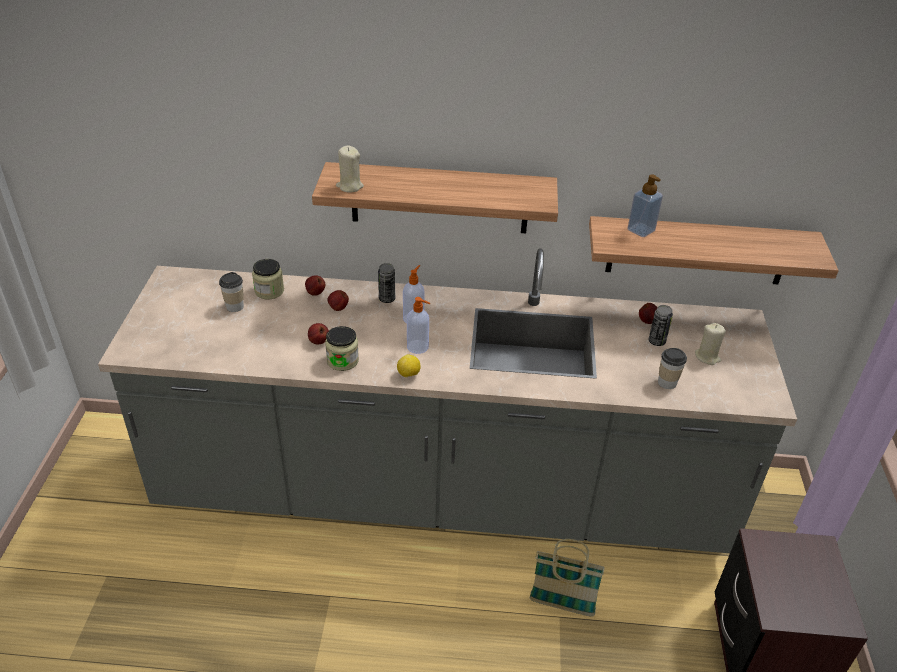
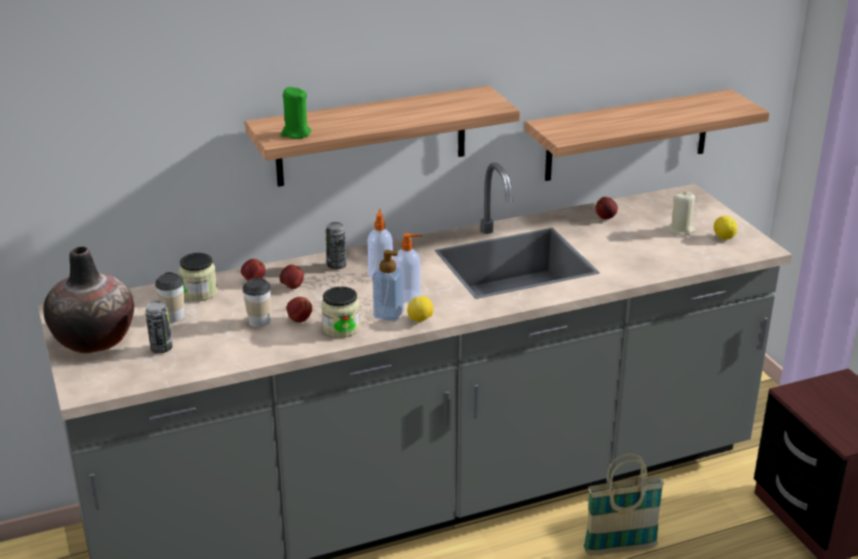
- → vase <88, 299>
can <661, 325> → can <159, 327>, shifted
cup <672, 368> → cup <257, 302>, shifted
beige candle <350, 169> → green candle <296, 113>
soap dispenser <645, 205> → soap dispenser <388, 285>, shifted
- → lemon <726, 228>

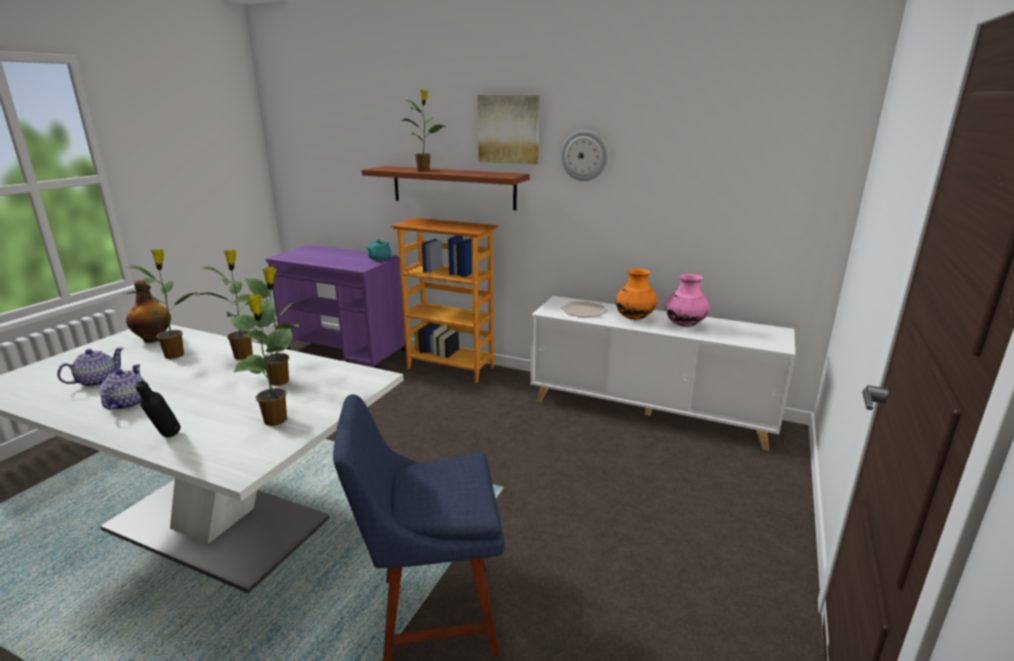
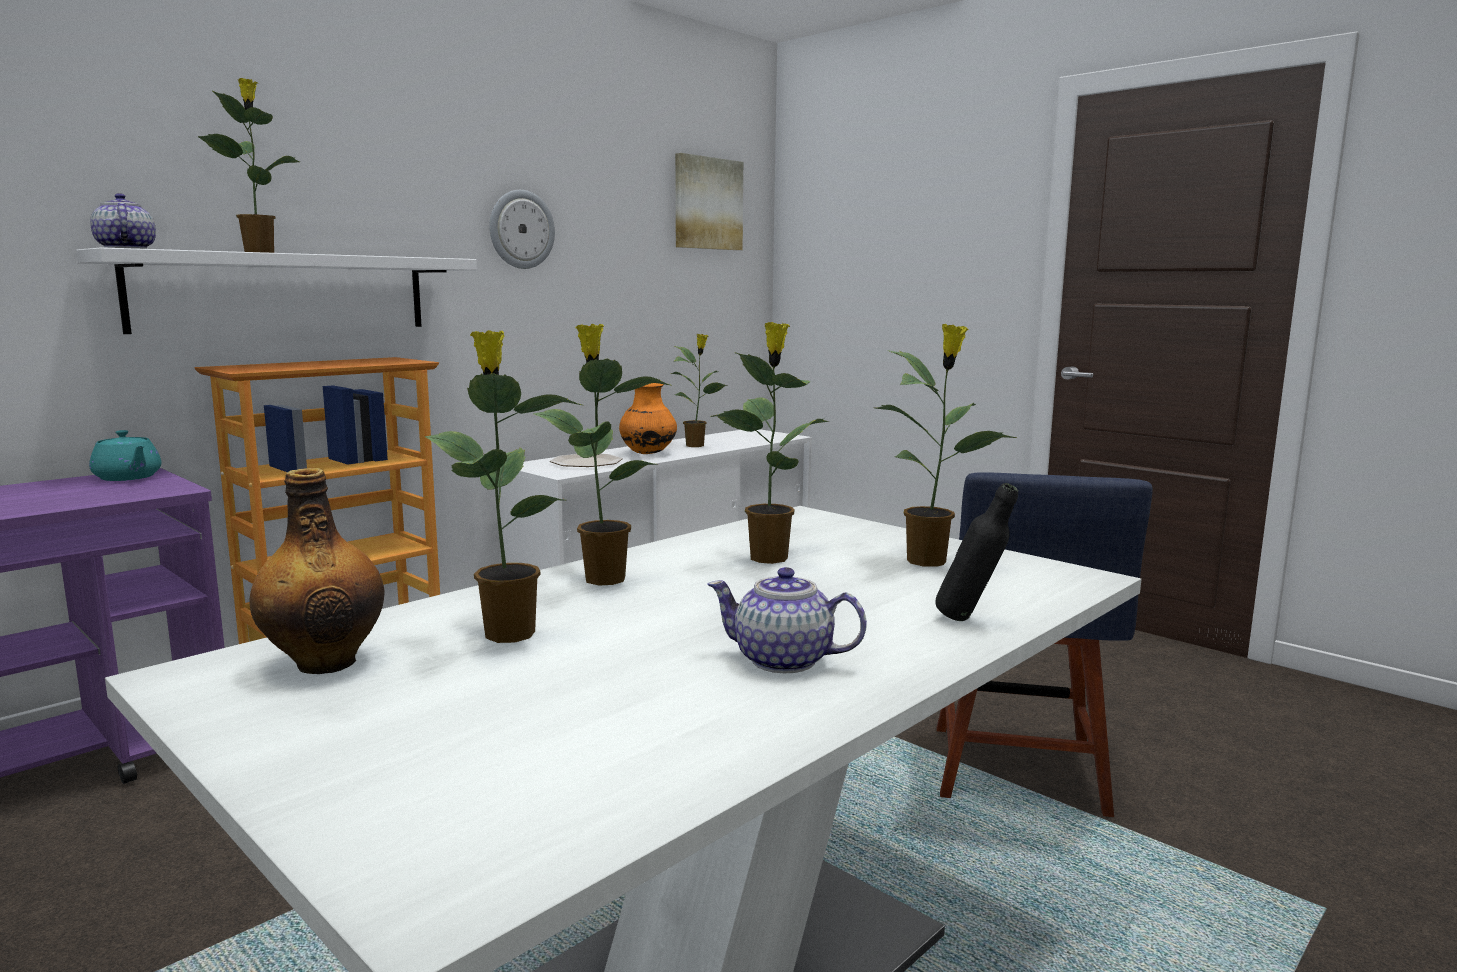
brown shelf <445, 188> → white shelf <276, 290>
teapot <90, 367> → teapot <123, 221>, shifted
pink vase <687, 300> → potted plant <699, 390>
picture <508, 129> → picture <709, 201>, shifted

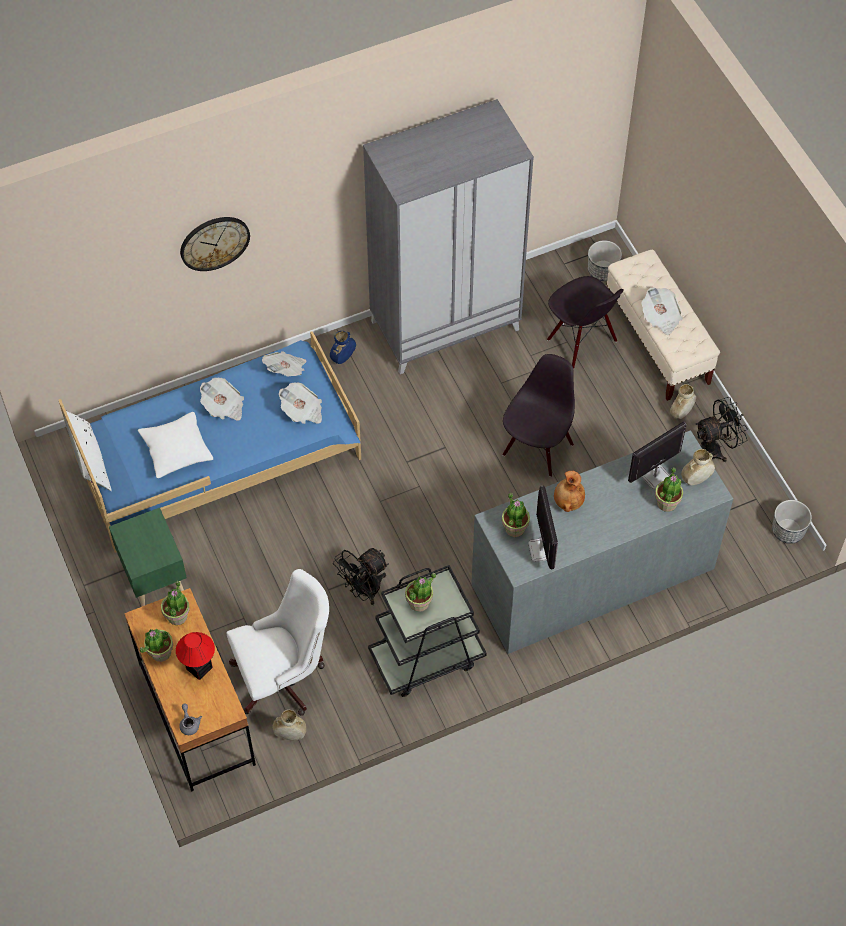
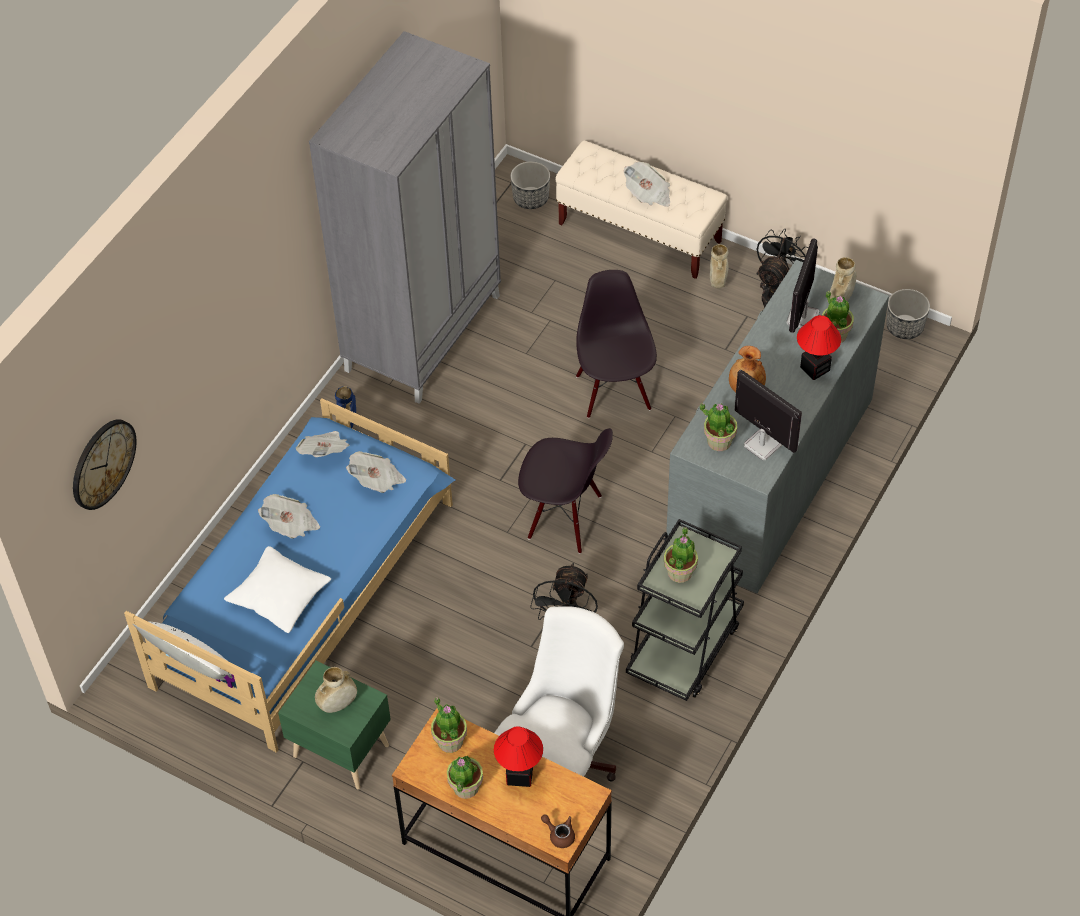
wall clock <215, 244> → wall clock <104, 464>, shifted
beige vase <289, 725> → beige vase <336, 690>, shifted
black chair <585, 322> → black chair <565, 491>, shifted
grey teapot <190, 719> → brown teapot <558, 831>
- → table lamp <819, 347>

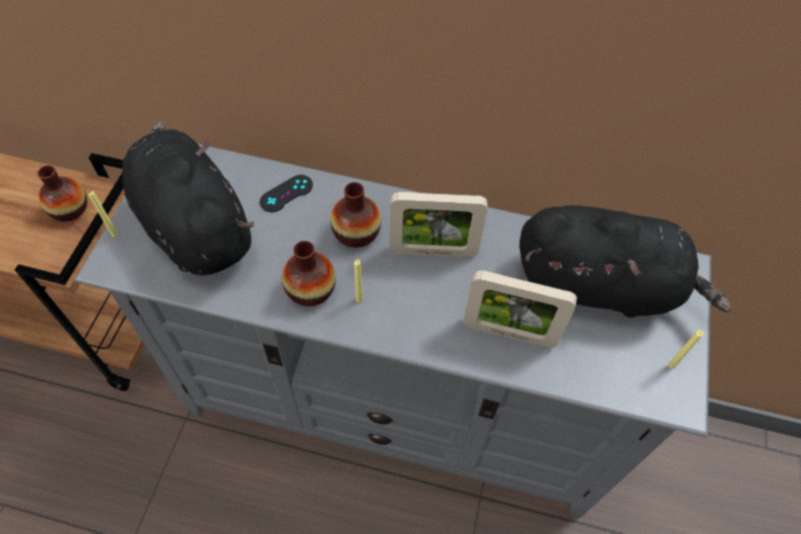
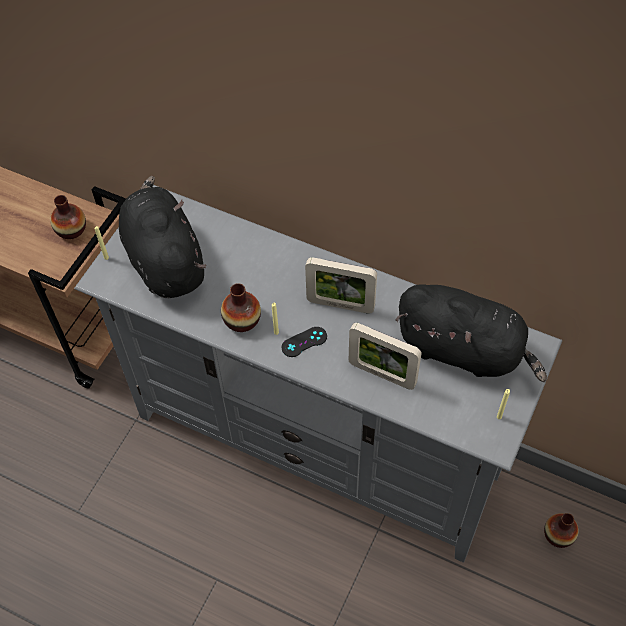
black game controller <286, 193> → black game controller <304, 342>, shifted
vase <355, 215> → vase <561, 530>, shifted

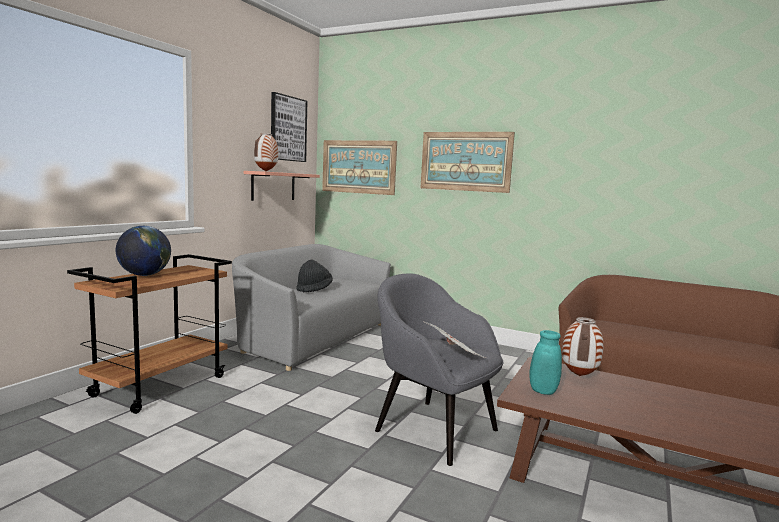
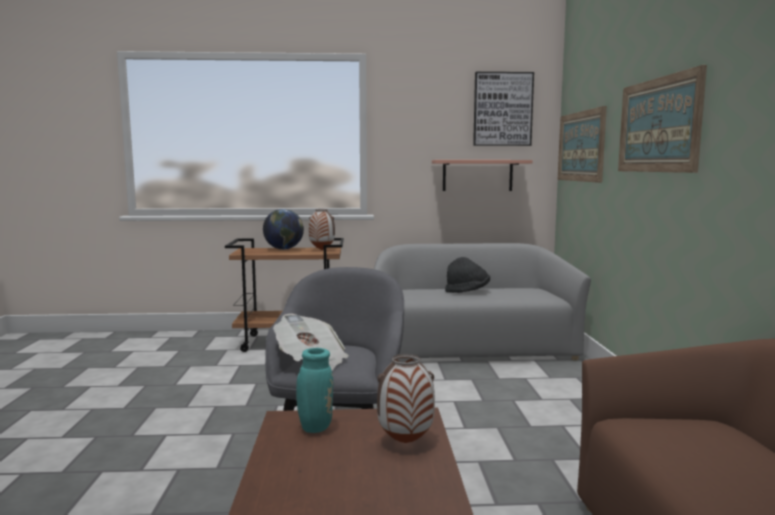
vase <266, 152> → vase <321, 229>, shifted

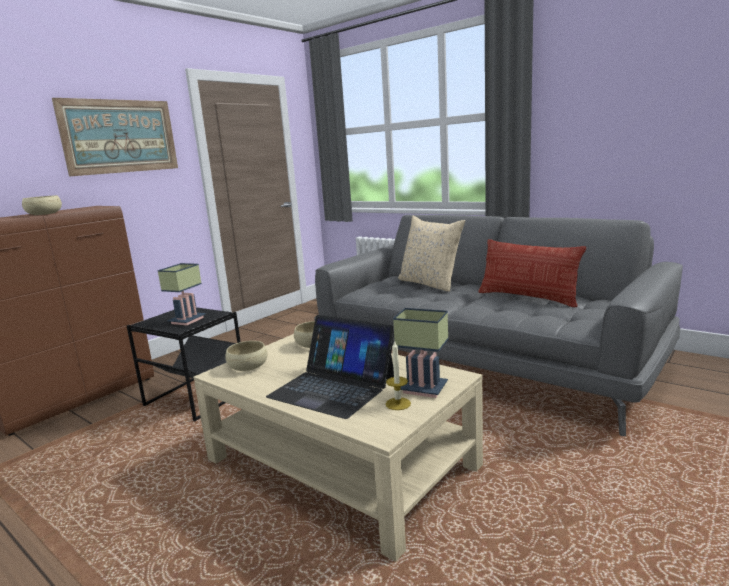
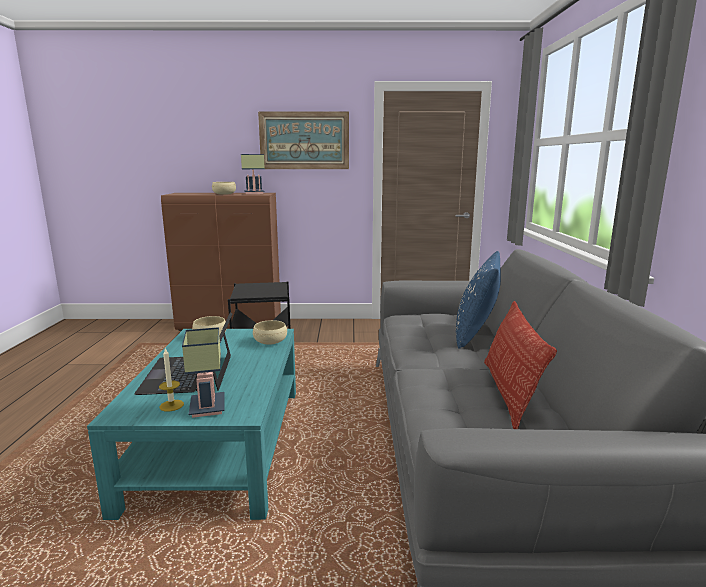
beige coffee table <338, 448> → turquoise coffee table <191, 424>
table lamp <181, 294> → table lamp <253, 174>, shifted
beige pillow <431, 253> → blue pillow <478, 300>

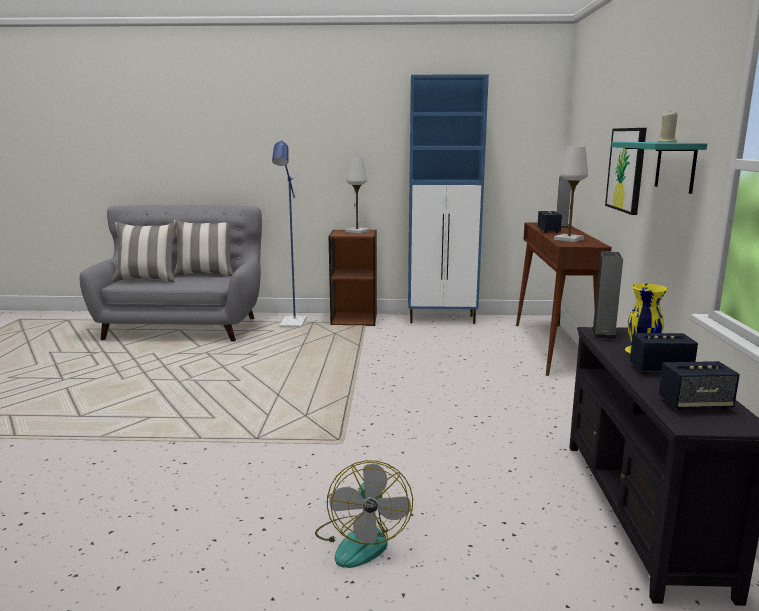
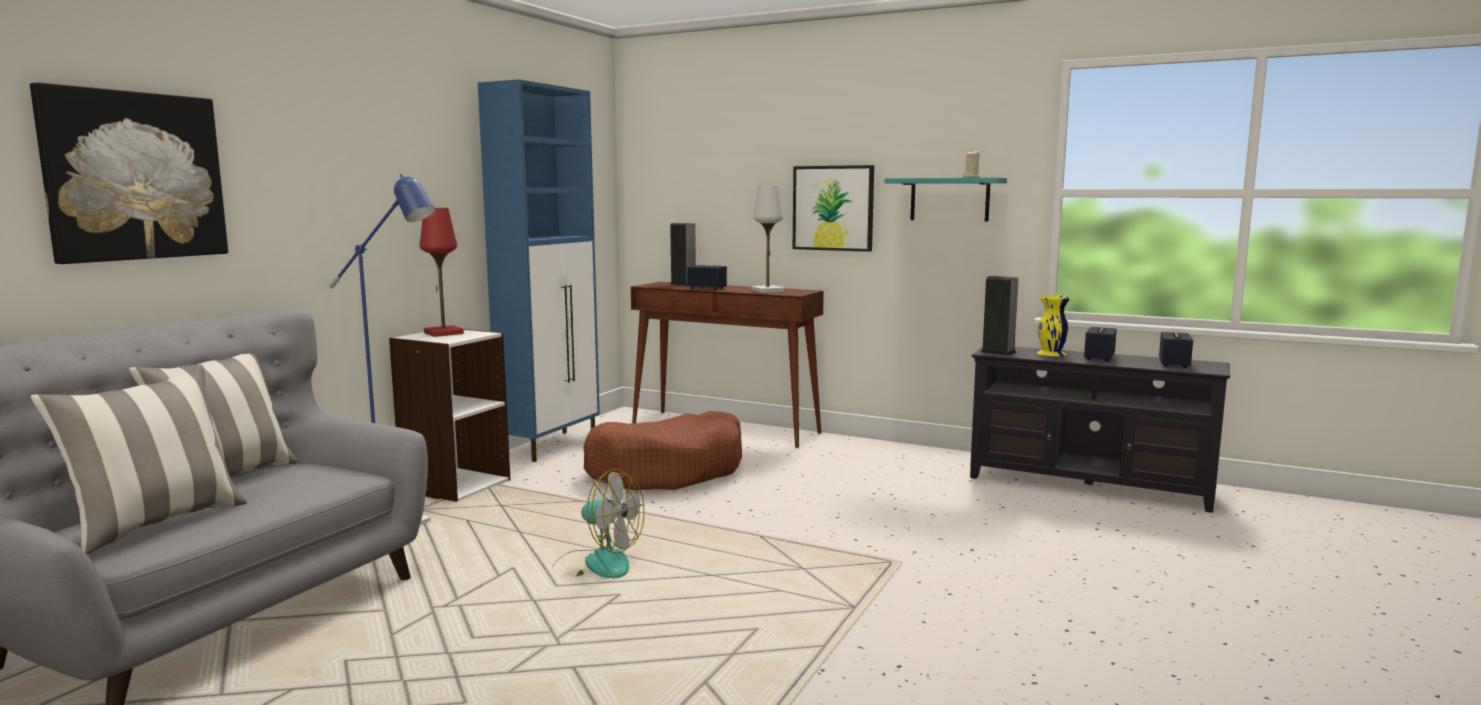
- → picture <129, 173>
brown bookcase <353, 277> → white bookcase <449, 415>
white table lamp <357, 196> → red table lamp <442, 272>
fan <364, 514> → fan <598, 523>, shifted
- → brown dog bed <662, 450>

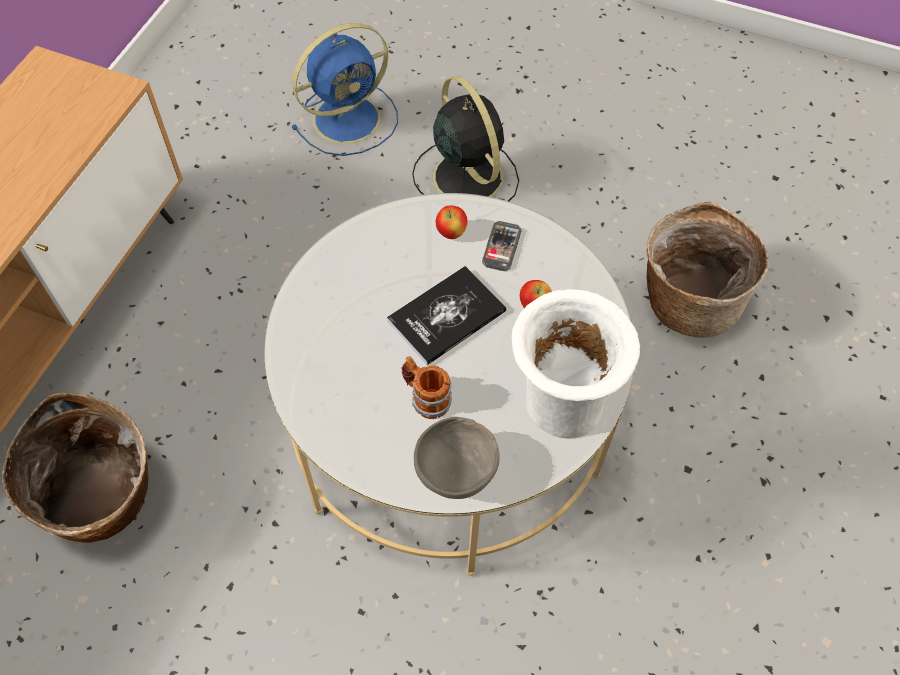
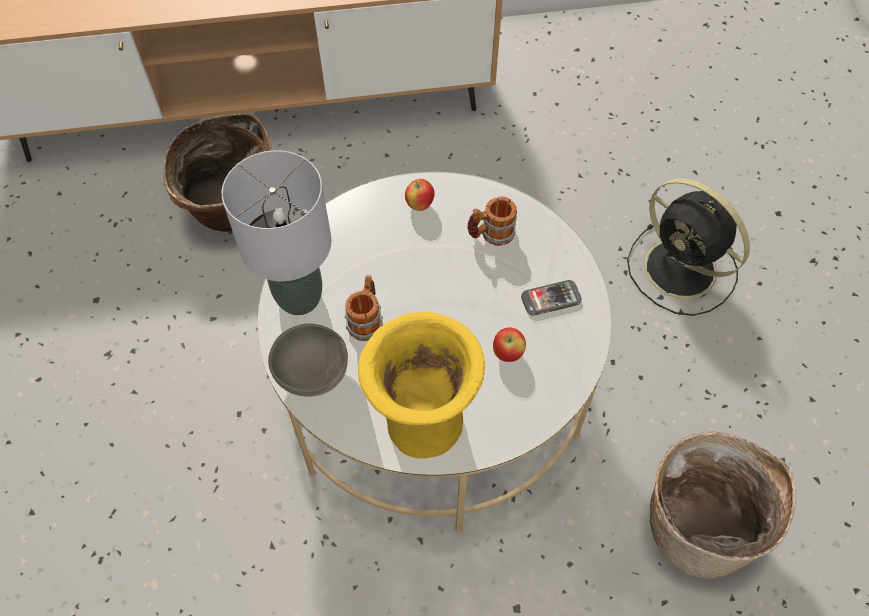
- → grey table lamp <276, 232>
white vase <576, 363> → yellow vase <421, 385>
apple <452, 222> → apple <420, 195>, shifted
- → mug <492, 221>
black fan <465, 138> → black fan <688, 247>, 105 degrees clockwise
blue fan <344, 89> → -
book <446, 315> → -

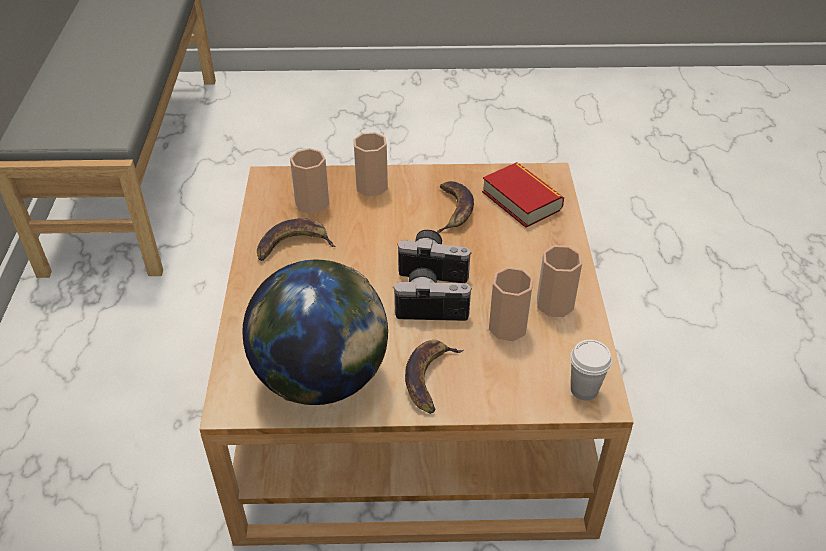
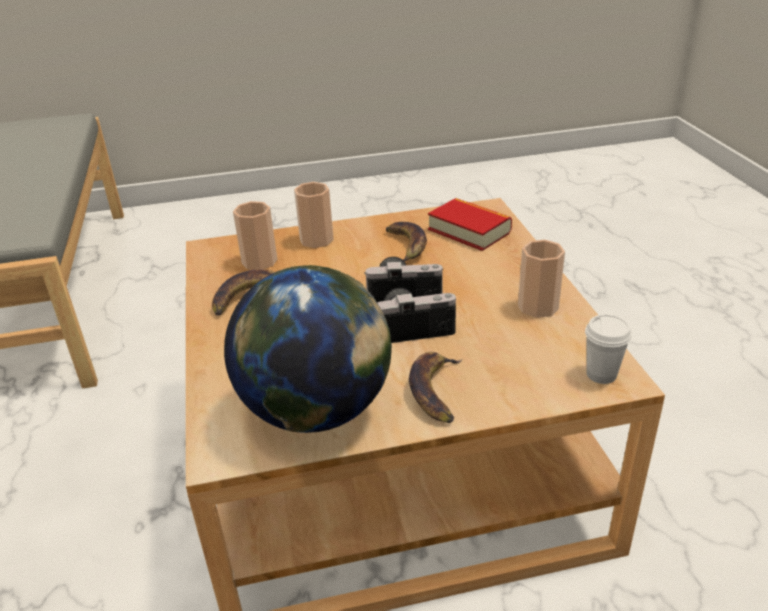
cup <511, 304> → -

